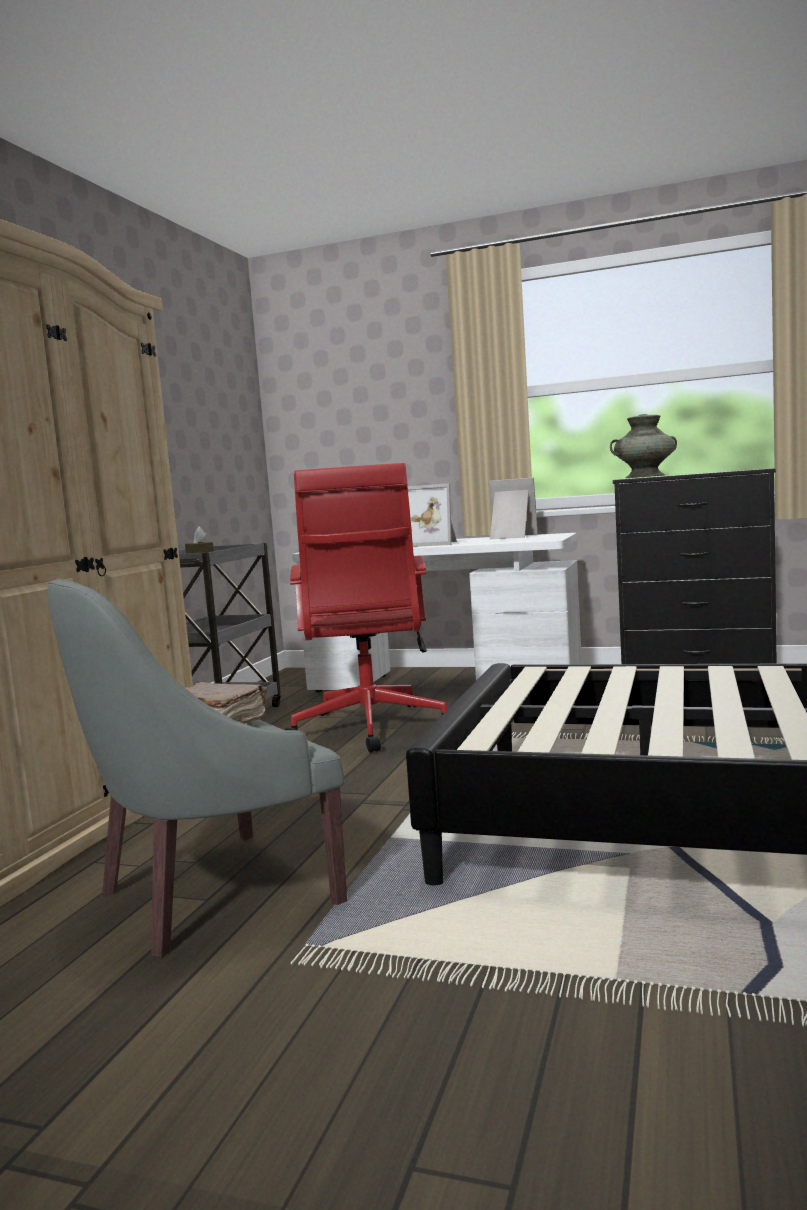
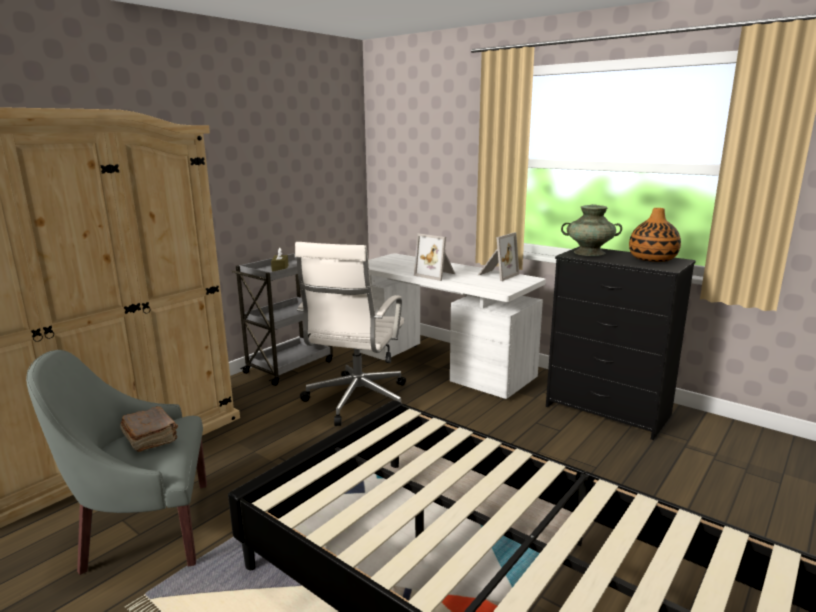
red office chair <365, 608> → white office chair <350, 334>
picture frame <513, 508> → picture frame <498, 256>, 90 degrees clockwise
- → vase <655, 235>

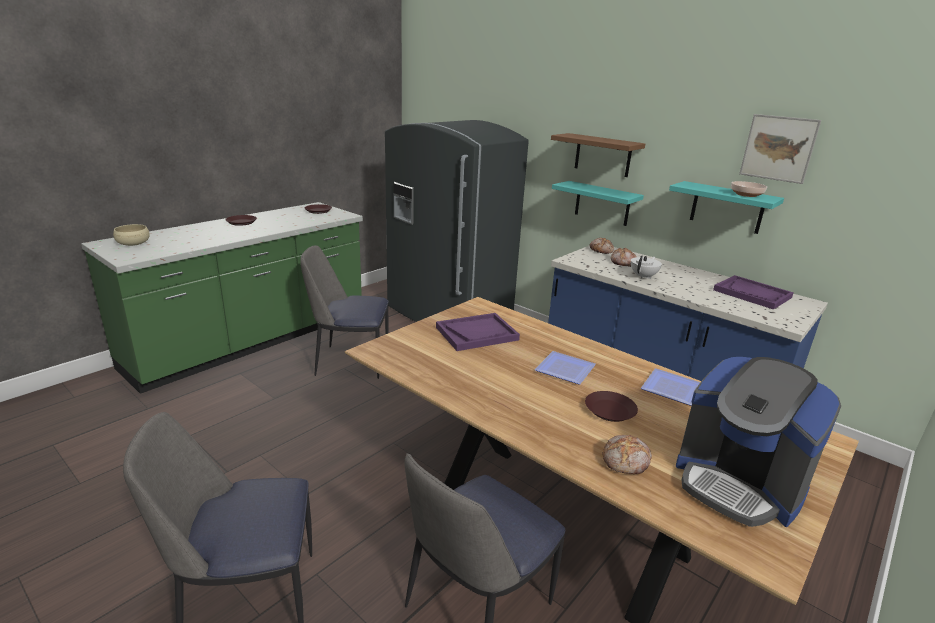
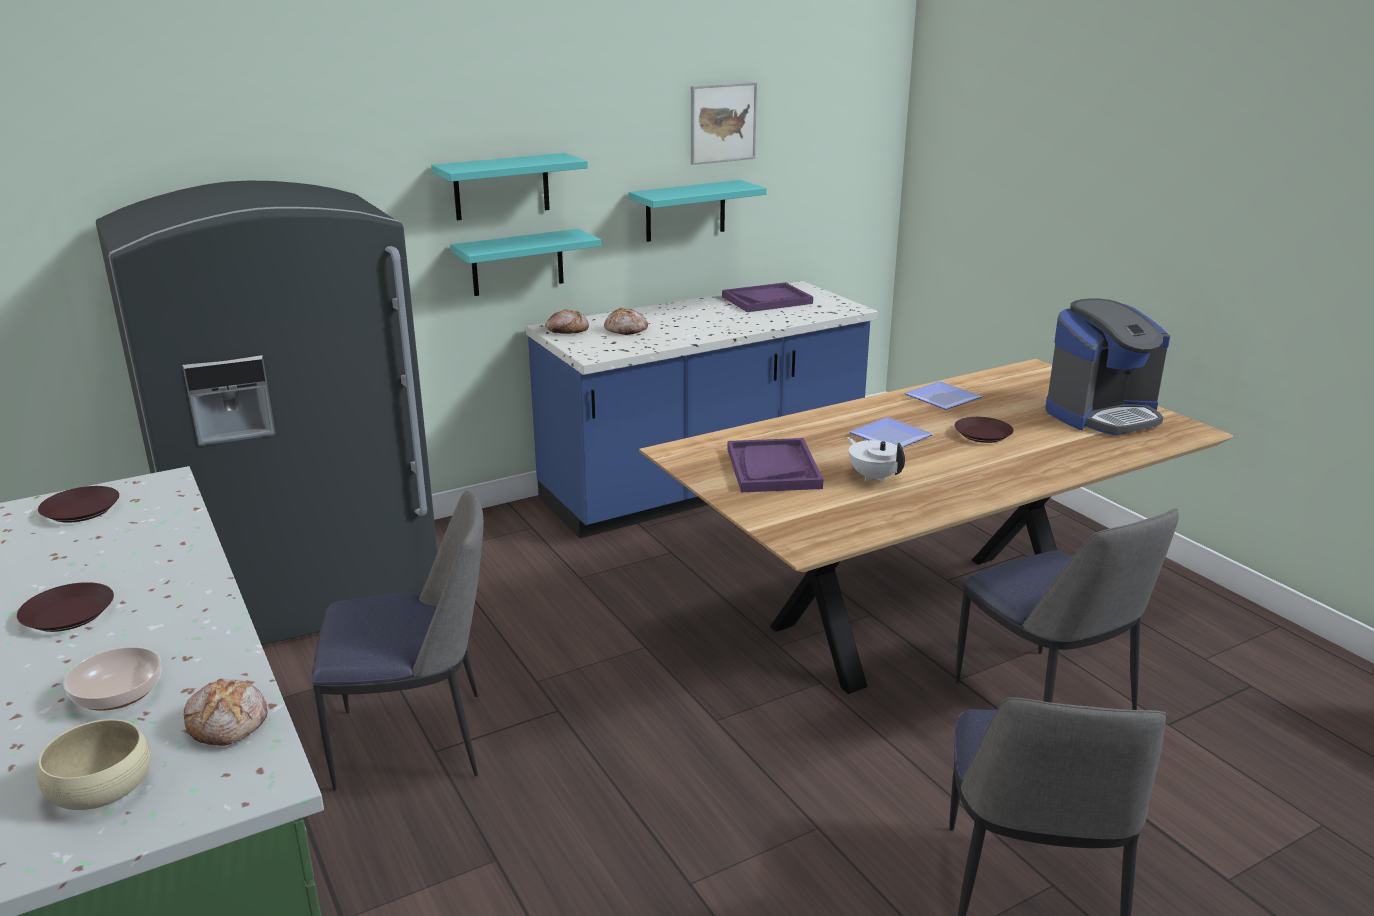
bowl <749, 189> → bowl <112, 679>, shifted
bread <627, 454> → bread <225, 712>, shifted
chair <344, 312> → chair <397, 641>, 120 degrees counterclockwise
brown shelf <598, 155> → turquoise shelf <509, 186>
white teapot <646, 267> → white teapot <876, 459>, shifted

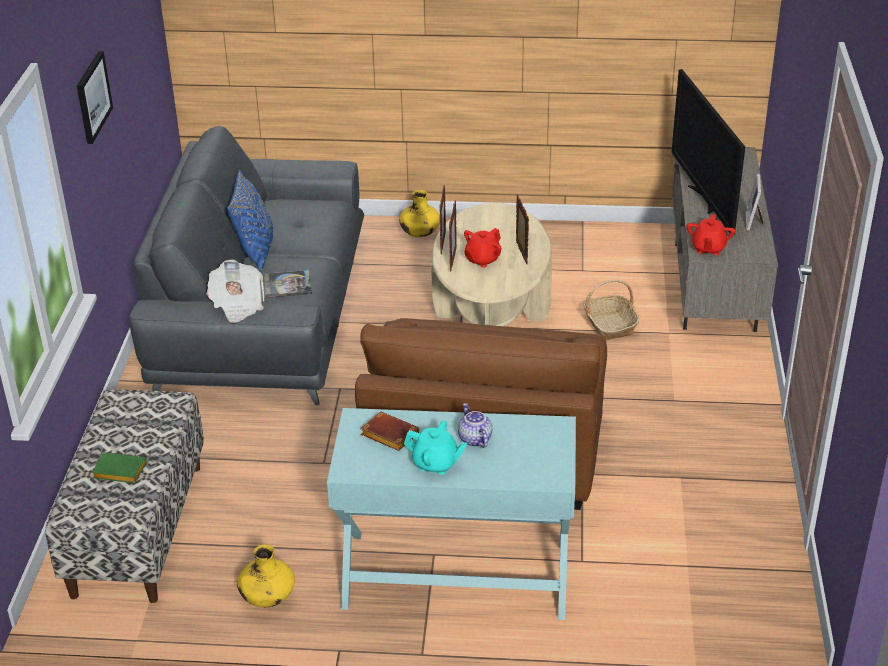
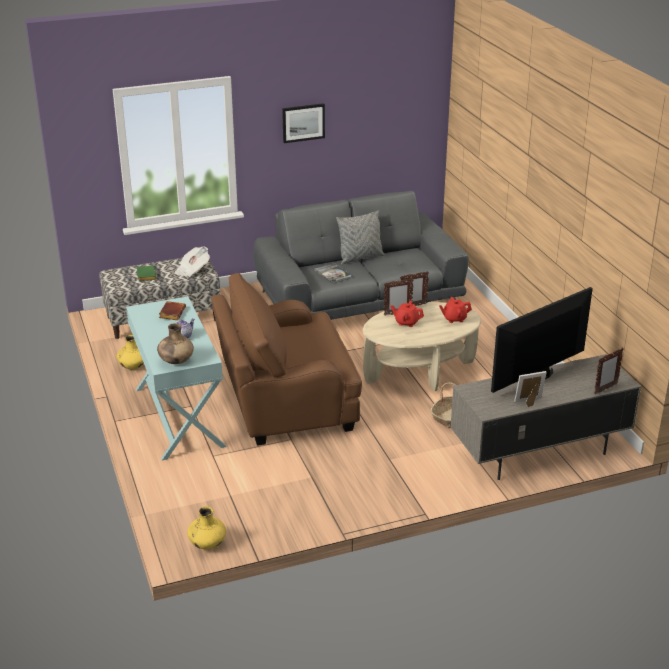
- → brown vase <175, 343>
newspaper <235, 291> → newspaper <192, 262>, shifted
yellow vase <419, 213> → yellow vase <206, 527>, shifted
blue pillow <250, 221> → grey pillow <360, 237>
red teapot <711, 234> → red teapot <455, 310>, shifted
picture frame <522, 229> → picture frame <608, 371>, shifted
turquoise teapot <435, 447> → -

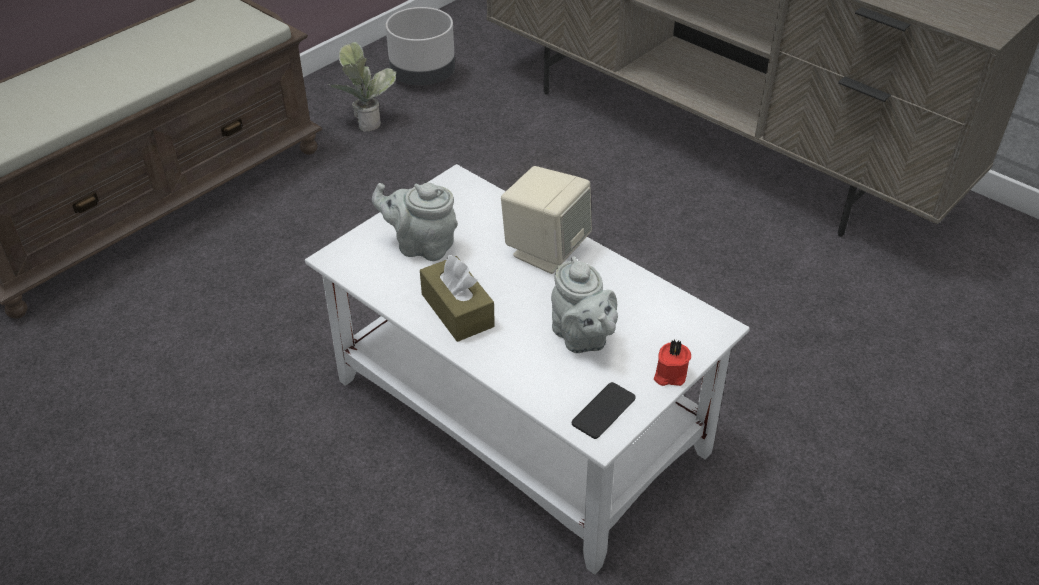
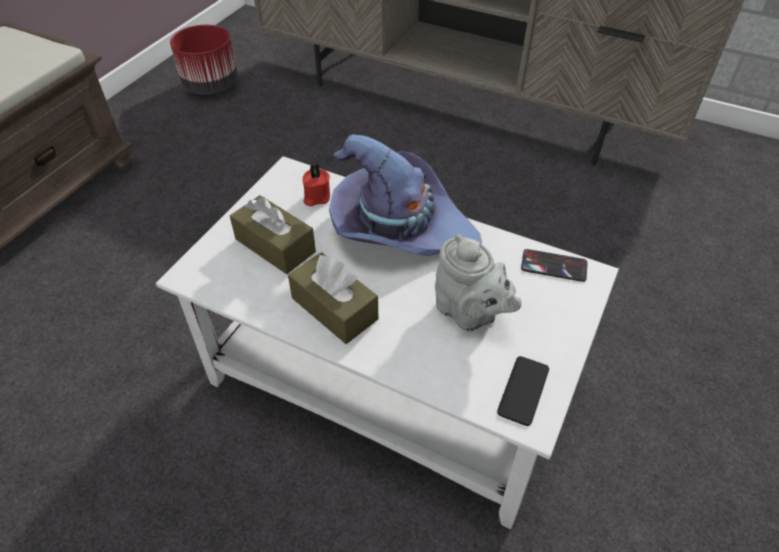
grey planter <420, 46> → red planter <204, 59>
grey teapot <415, 222> → brown tissue box <273, 234>
red candle <672, 363> → red candle <316, 185>, shifted
beige speaker <546, 220> → purple hat <405, 195>
- → phone <554, 265>
potted plant <361, 86> → -

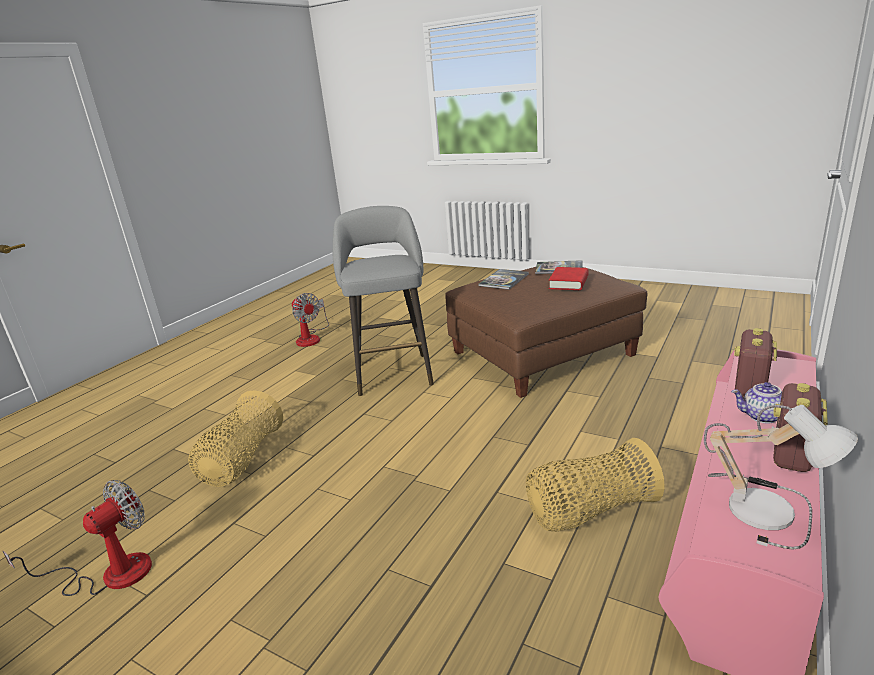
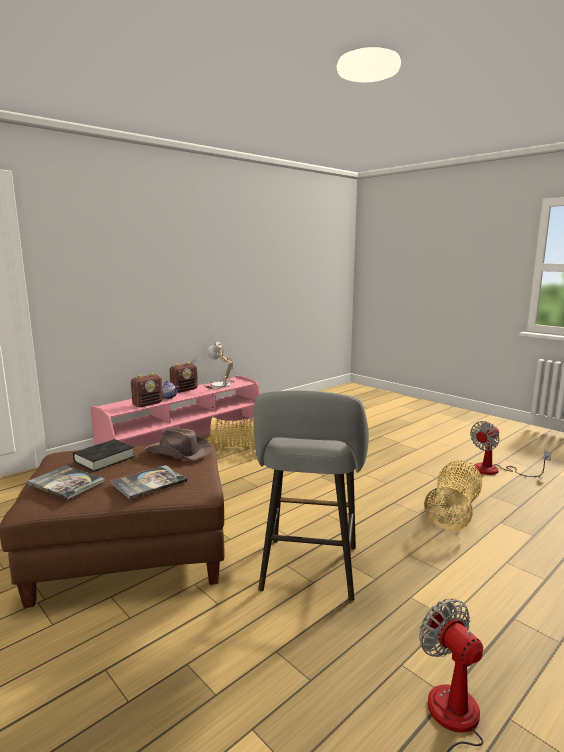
red book <569, 278> → black book <104, 455>
- → brown hat <178, 444>

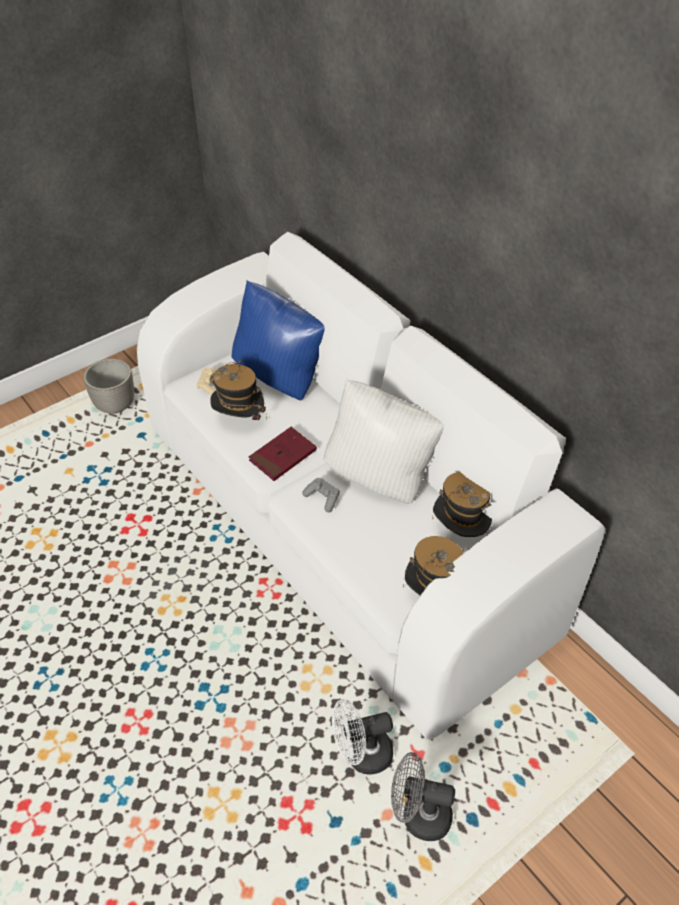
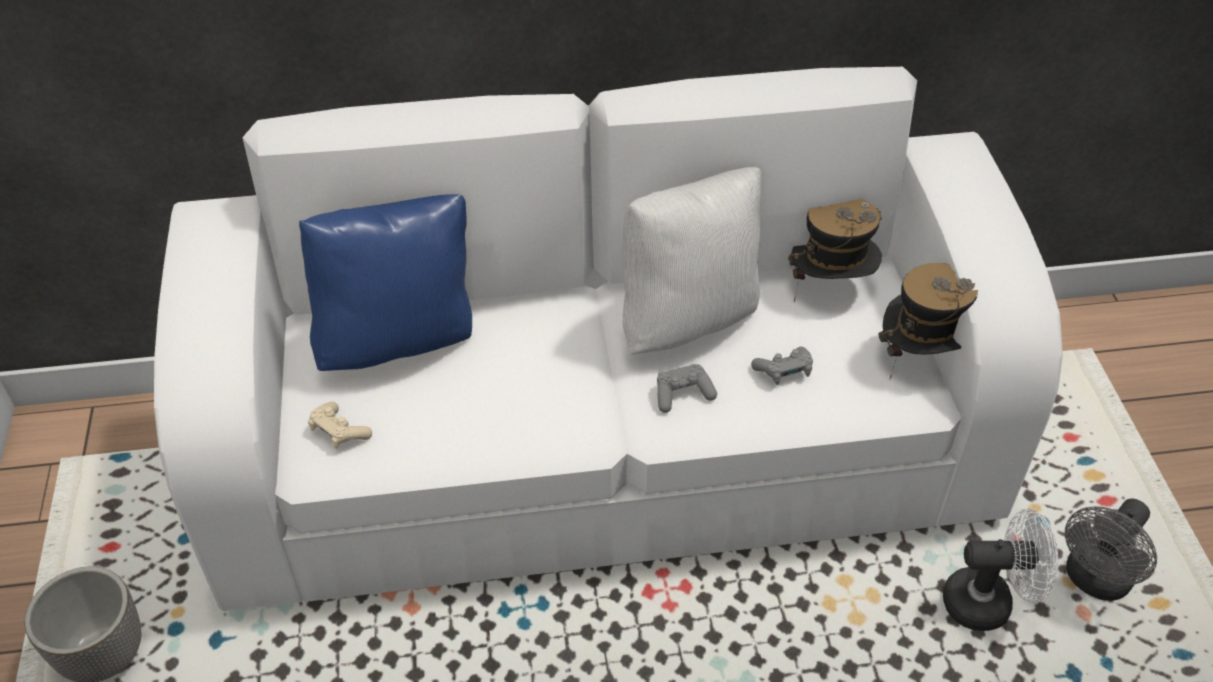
- → grey game controller <782, 366>
white fan <362, 736> → white fan <1000, 569>, 105 degrees counterclockwise
hat <238, 390> → -
red book <283, 454> → -

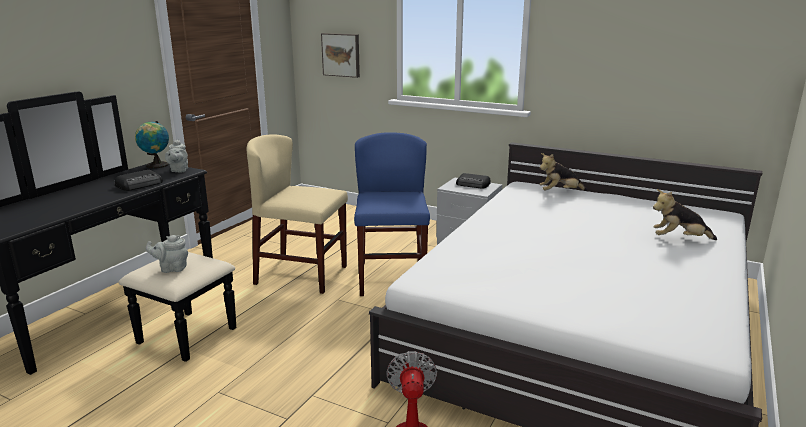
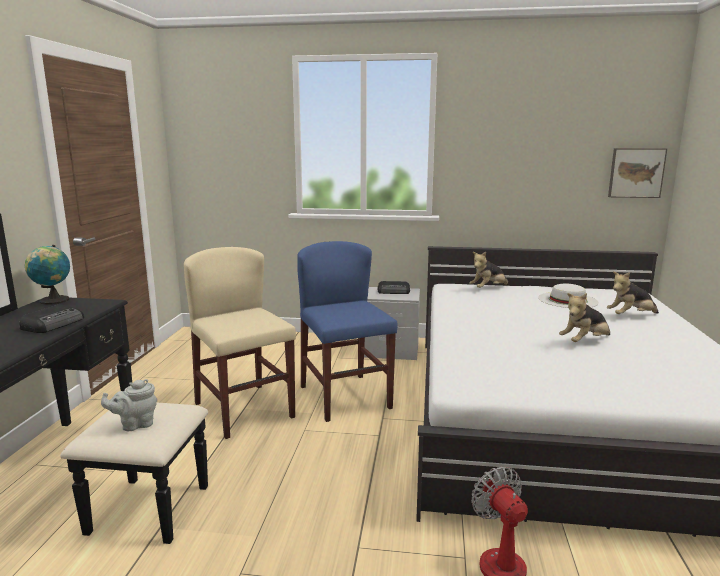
beige chair <297, 214> → beige chair <240, 343>, 60 degrees clockwise
- → white hat <568, 296>
- → plush toy <584, 317>
picture <340, 55> → picture <637, 173>, shifted
grey teapot <176, 156> → -

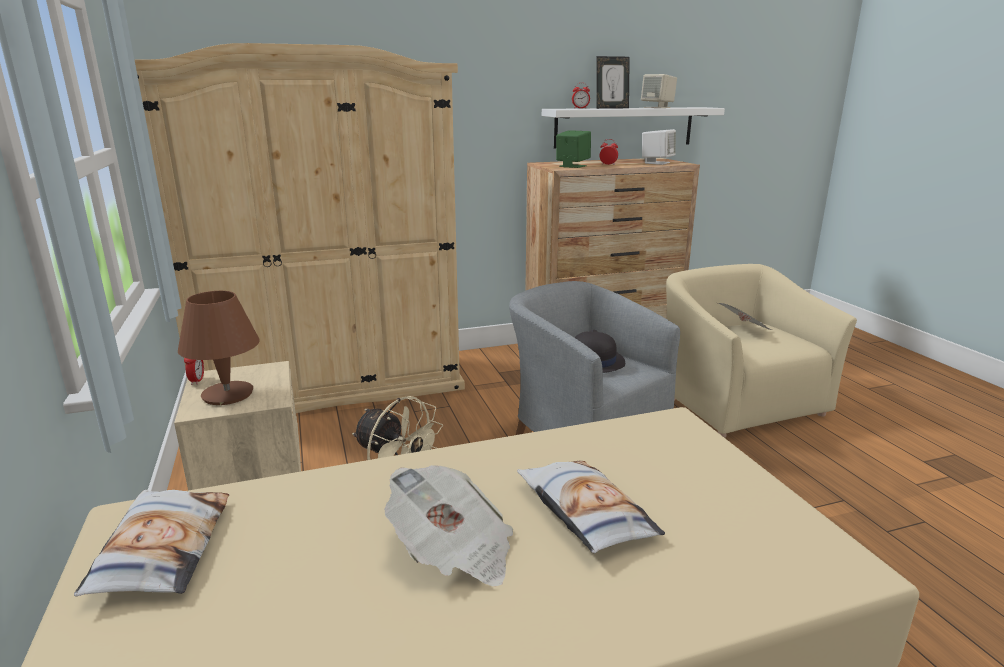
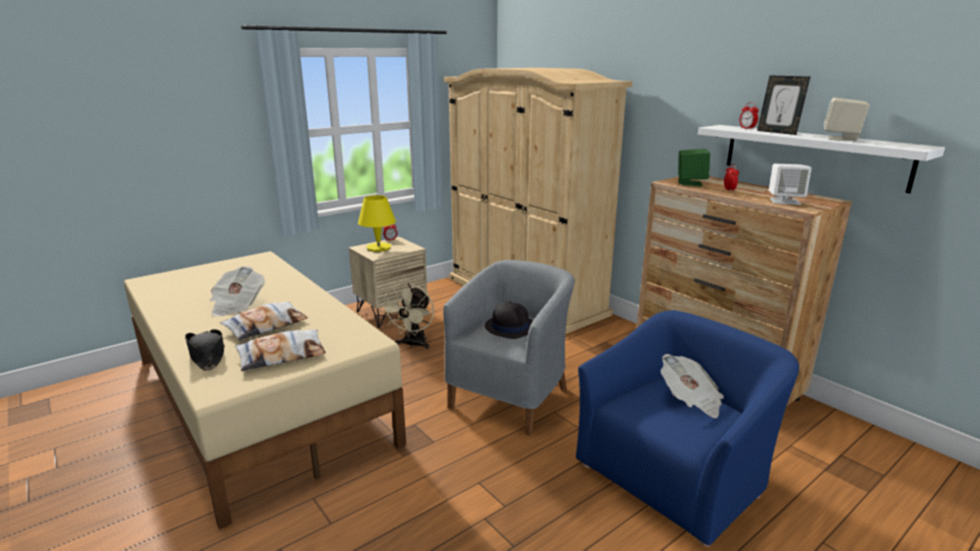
- → black hat <205, 350>
pillow <151, 543> → pillow <280, 350>, shifted
brown table lamp <219, 348> → yellow table lamp <377, 223>
beige armchair <761, 351> → blue armchair <687, 428>

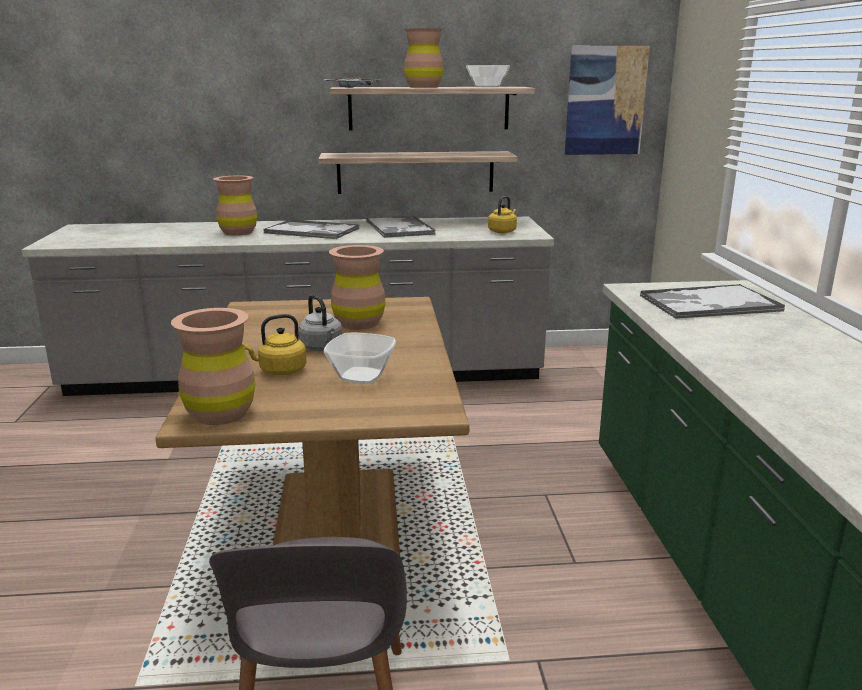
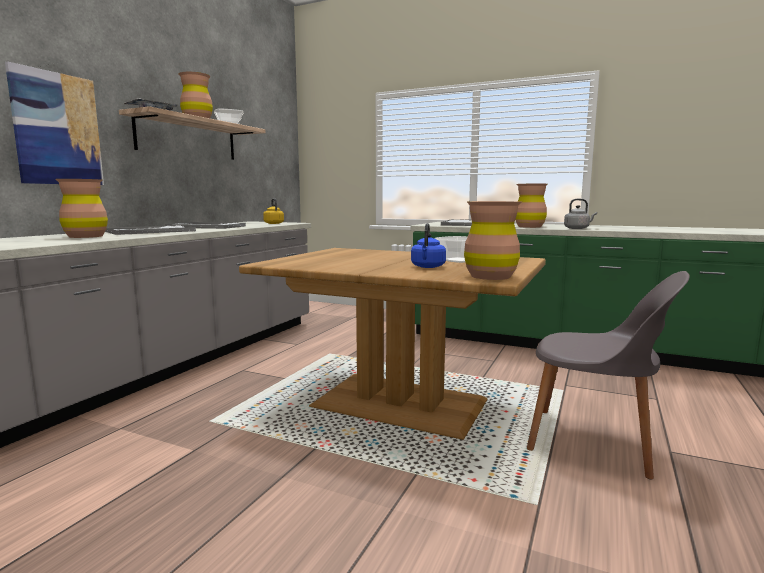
picture <607, 100> → picture <54, 123>, shifted
yellow kettle <275, 344> → blue kettle <428, 245>
brown vase <357, 287> → brown vase <531, 206>, shifted
grey kettle <320, 322> → grey kettle <580, 214>, shifted
shelf <418, 172> → -

